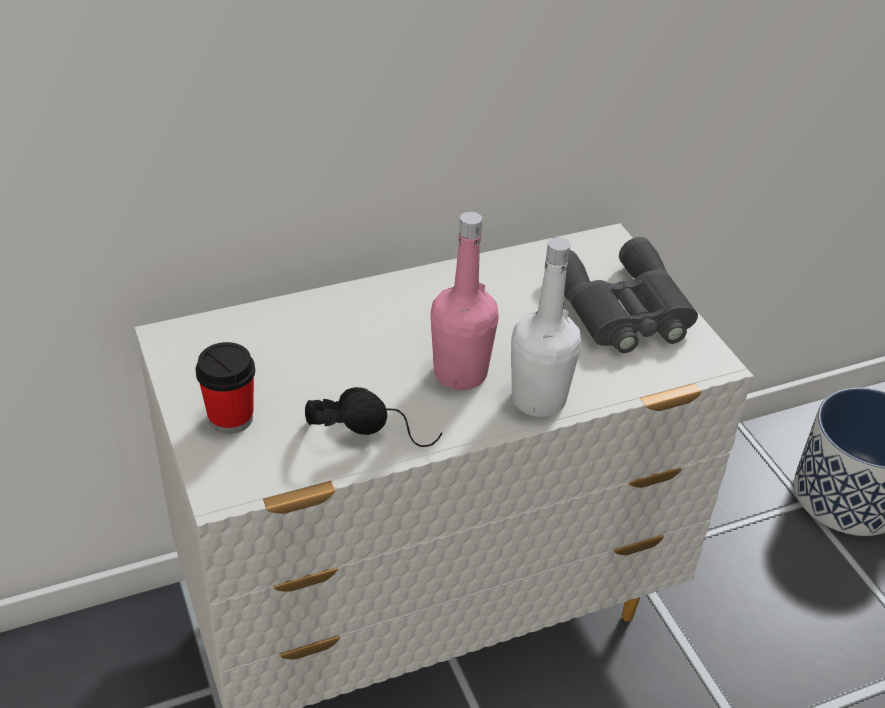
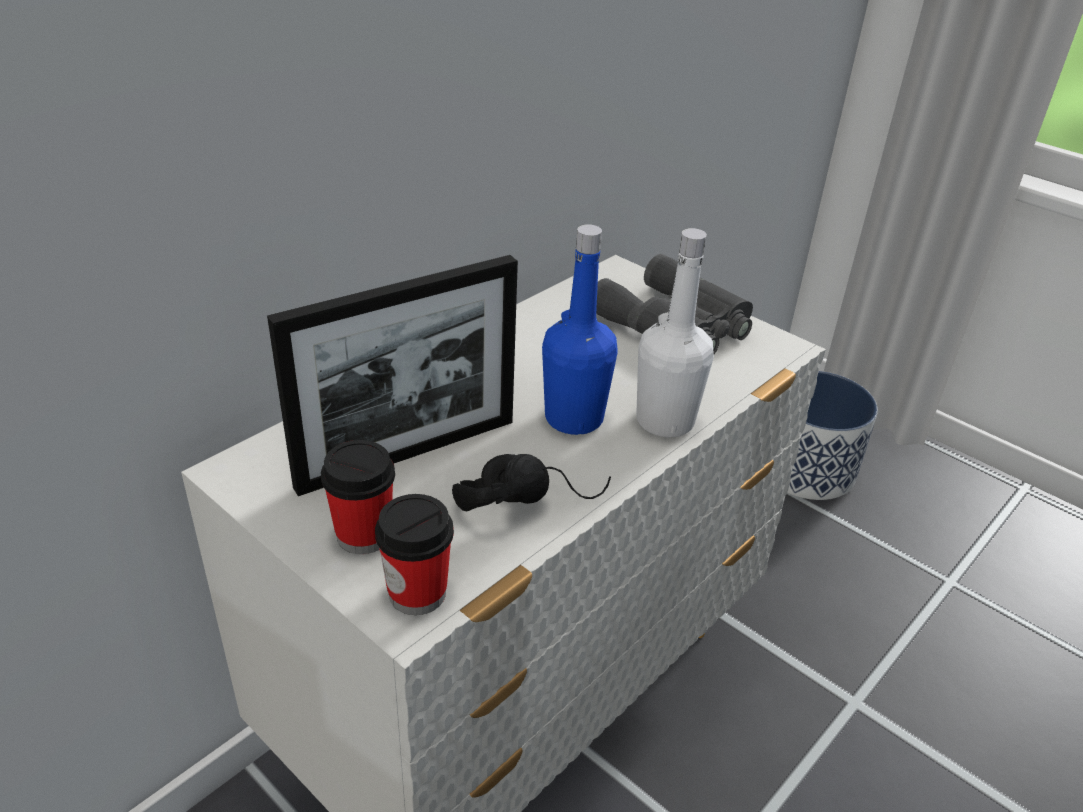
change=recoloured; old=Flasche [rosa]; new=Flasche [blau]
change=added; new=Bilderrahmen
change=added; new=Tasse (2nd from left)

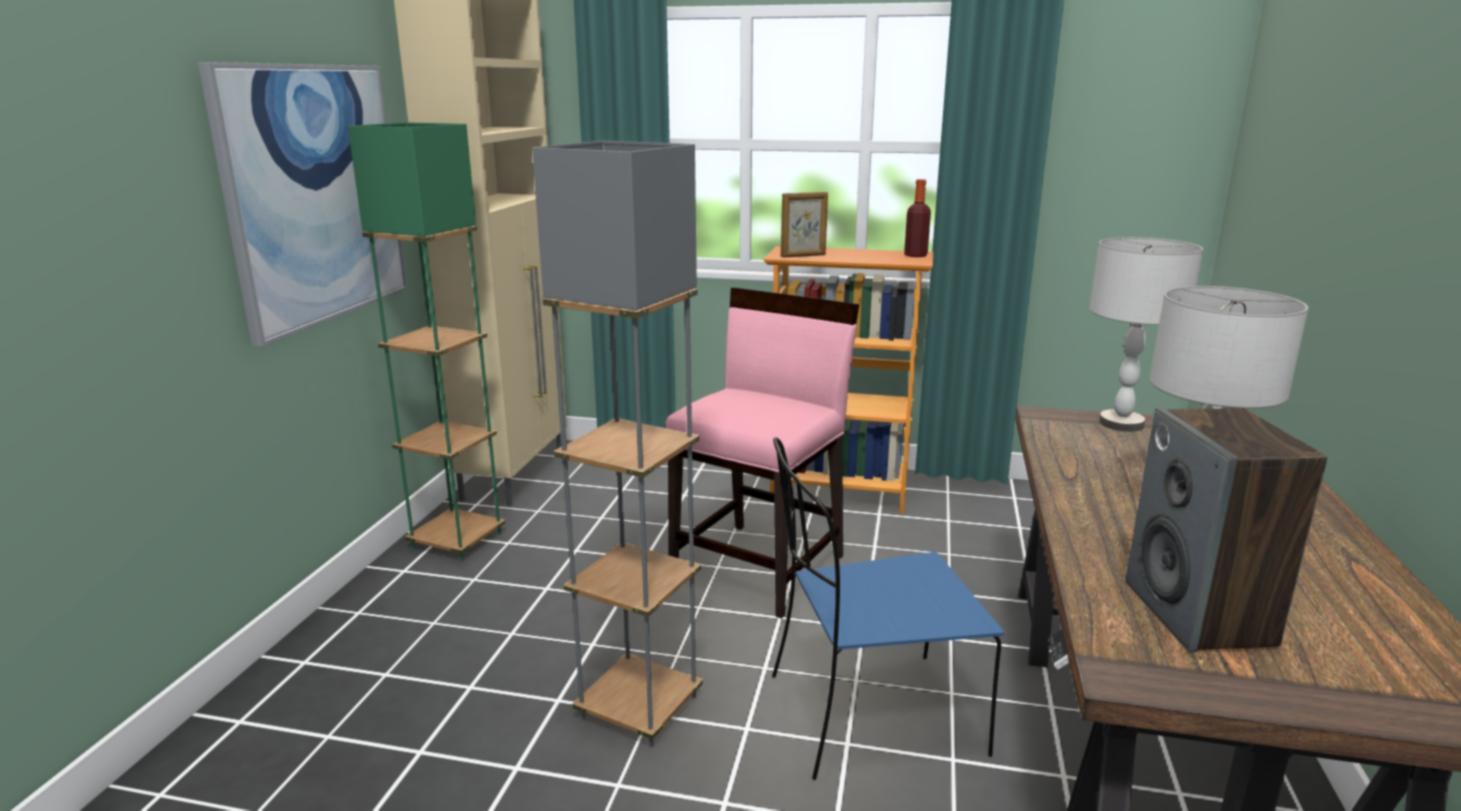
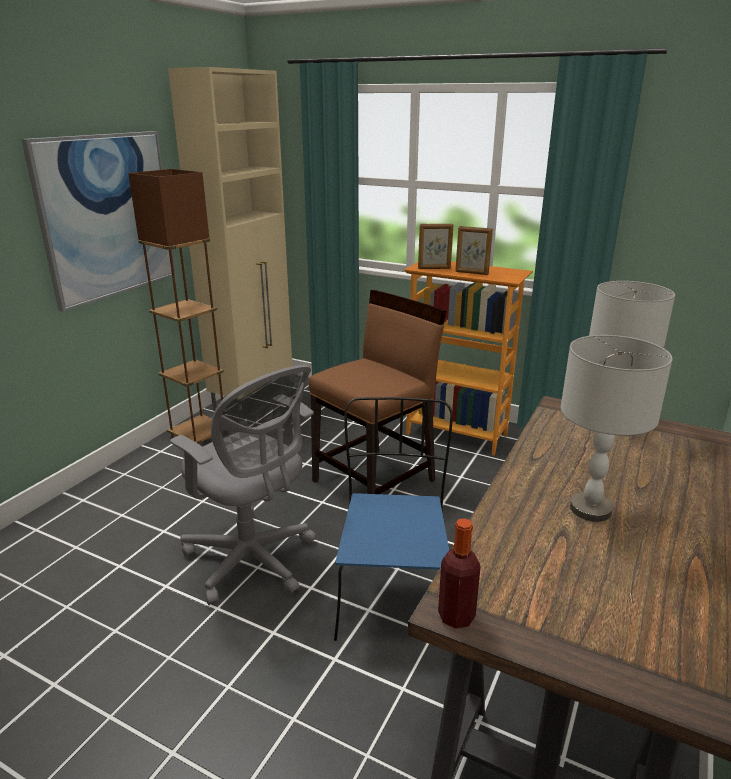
change=recoloured; old=Stehlampe [grün]; new=Stehlampe [braun]
change=replaced; old=Stehlampe [grau]; new=Bürostuhl [grau]
change=recoloured; old=Stuhl [rosa]; new=Stuhl [braun]
change=turned; old=Stuhl [blau]; degrees=90
change=moved; old=Flasche
change=removed; old=Lautsprecher
change=added; new=Bilderrahmen (2nd from left)

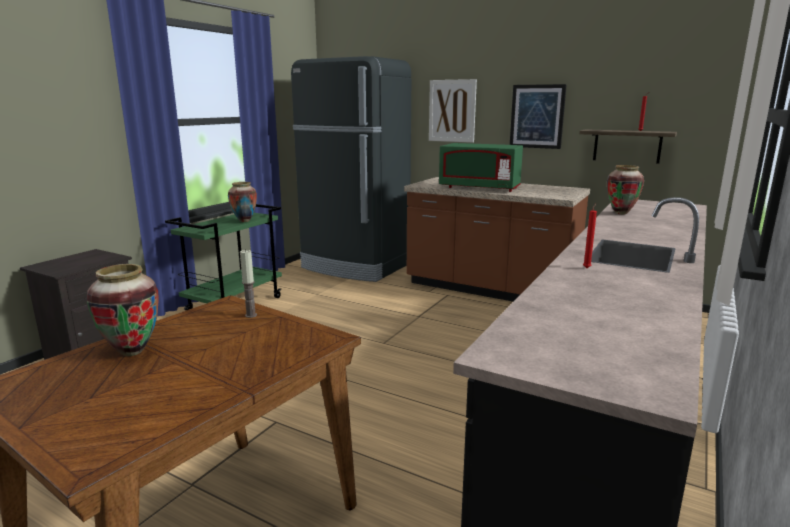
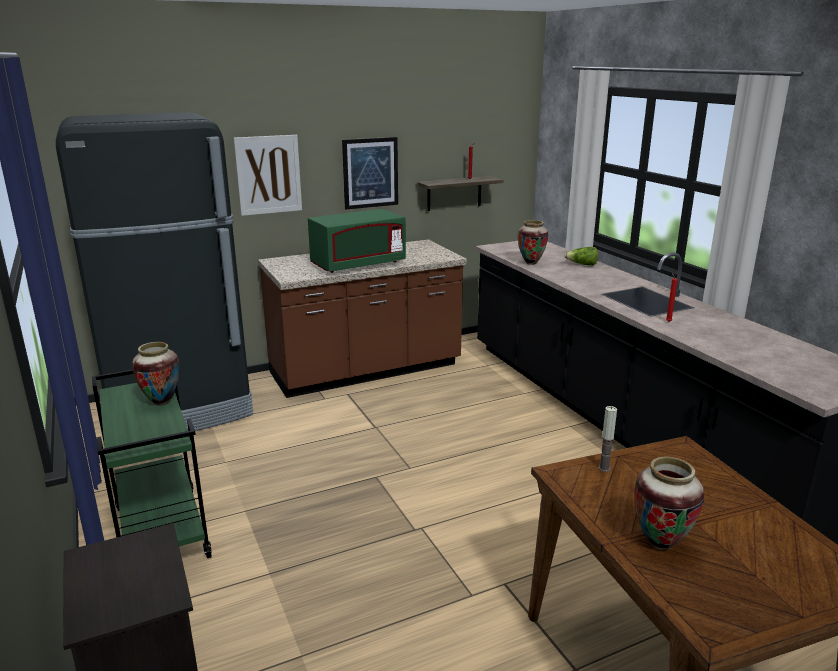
change=added; new=Salatkopf

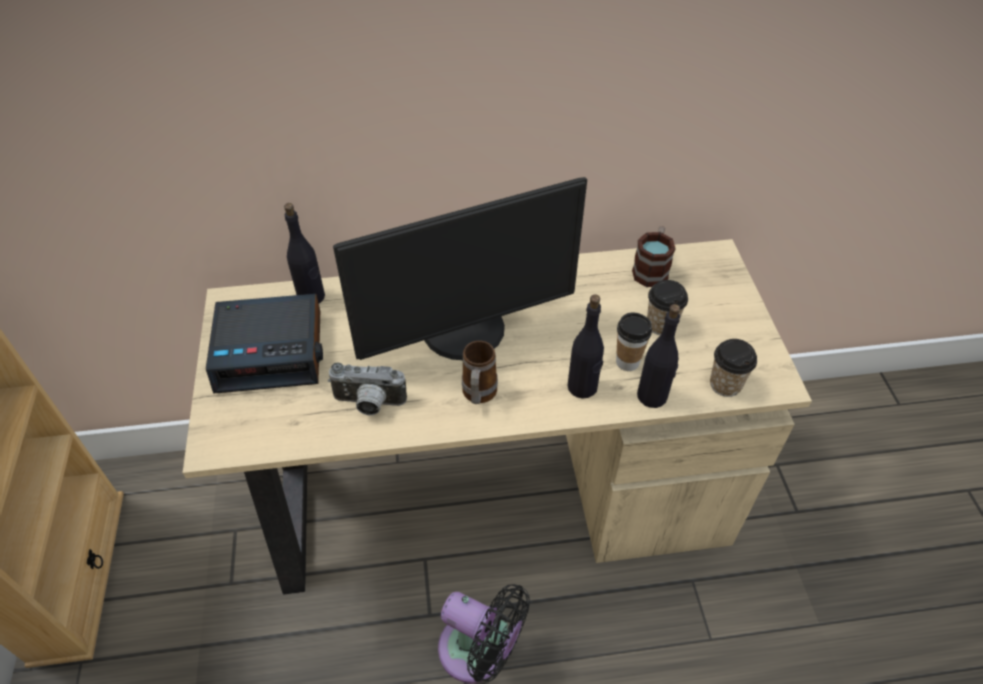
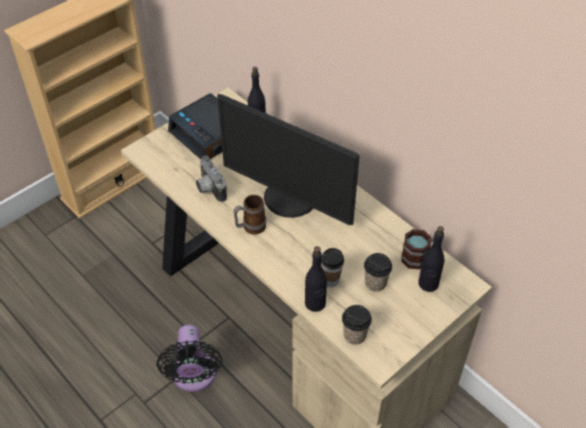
change=moved; old=Flasche [schwarz] (2nd from left in the first image); new=Flasche [schwarz] (3rd from left)

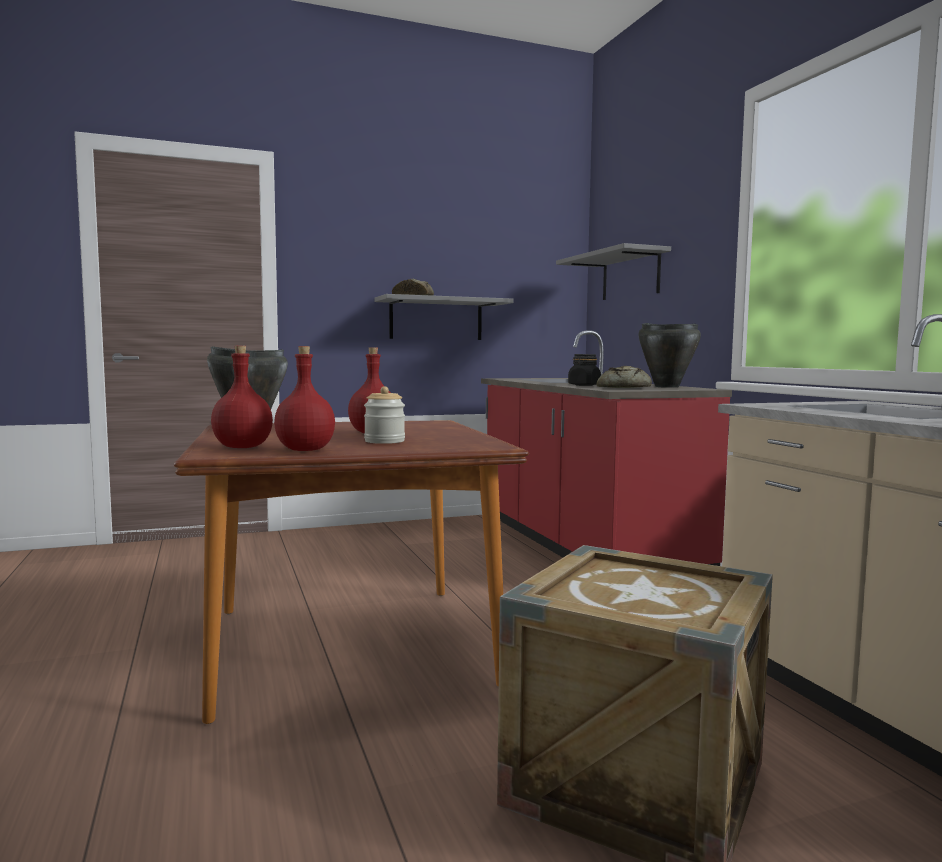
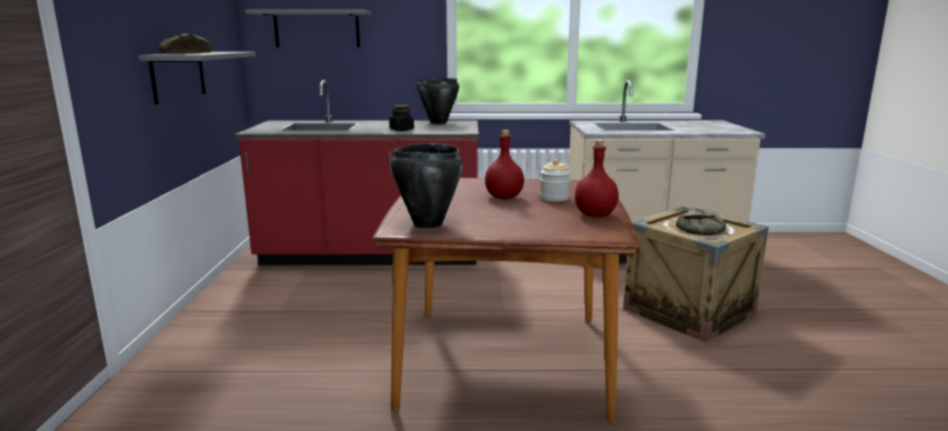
change=removed; old=Flasche [rot] (1st from left)
change=moved; old=Brot (2nd from left)

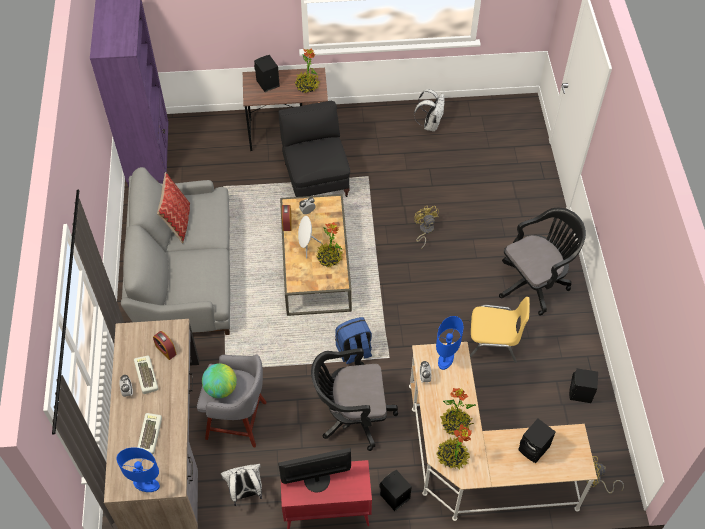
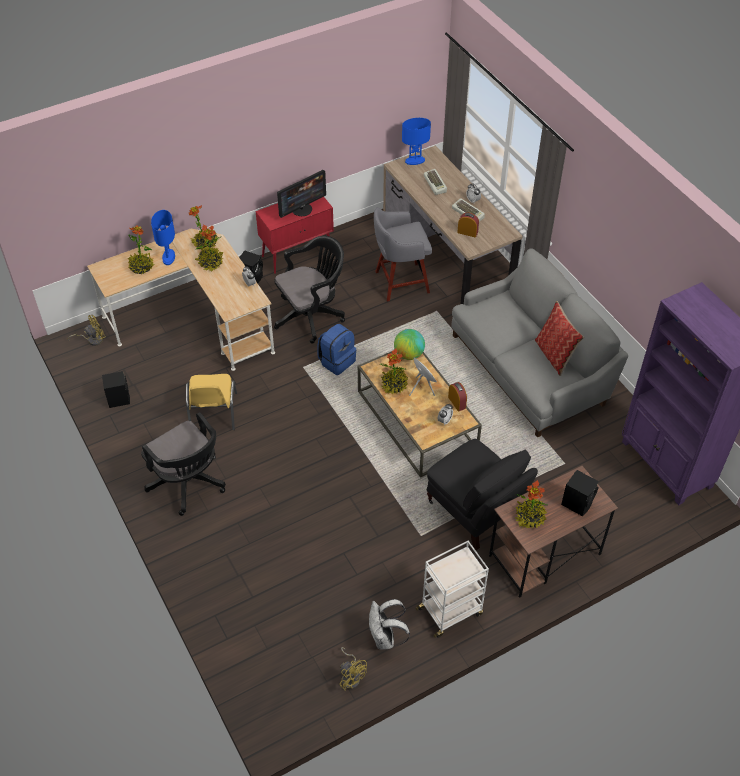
change=moved; old=Globus
change=removed; old=Rucksack [weiß] (1st from left)
change=moved; old=Ventilator [gelb] (1st from left in the first image); new=Ventilator [gelb] (2nd from left)
change=moved; old=Tischlampe [blau] (2nd from left in the first image); new=Tischlampe [blau] (1st from left)
change=turned; old=Stuhl [gelb]; degrees=-75
change=turned; old=Bürostuhl [schwarz] (2nd from left in the first image); degrees=-75
change=replaced; old=Lautsprecher [schwarz] (3rd from left); new=Topfpflanze (1st from left)
change=added; new=Rollwagen [weiß]

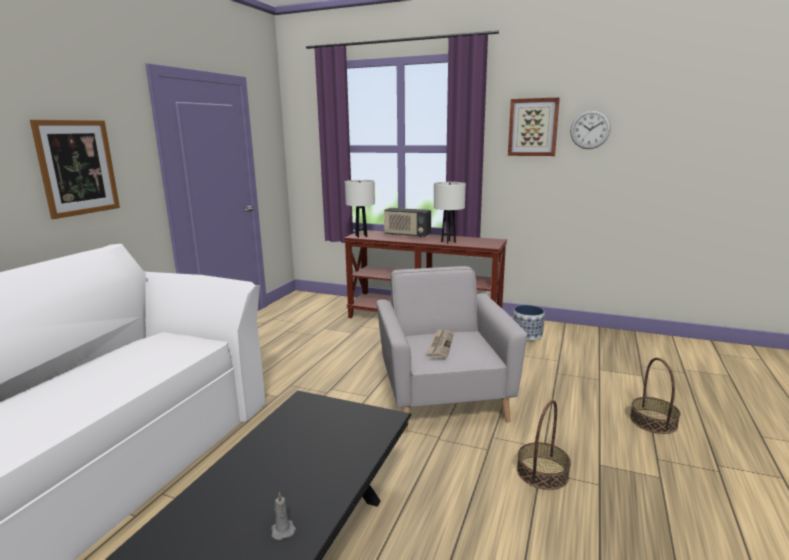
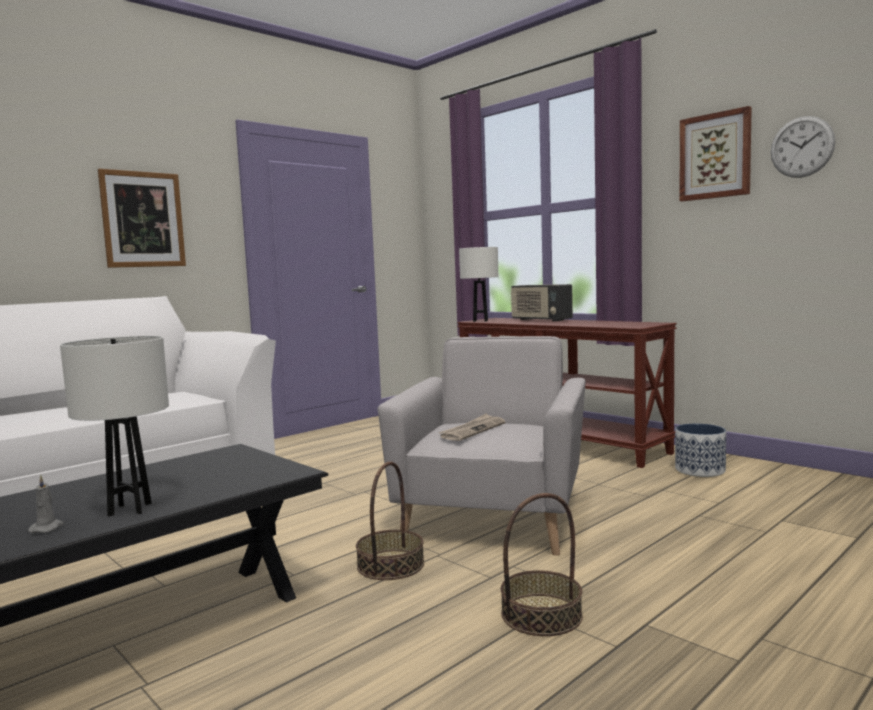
change=moved; old=Tischlampe [weiß] (2nd from left in the first image); new=Tischlampe [weiß] (1st from left)
change=moved; old=Korb (2nd from left in the first image); new=Korb (1st from left)

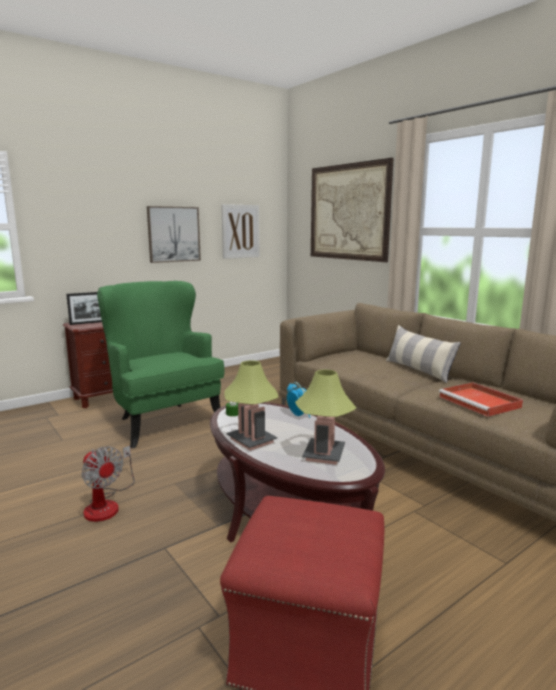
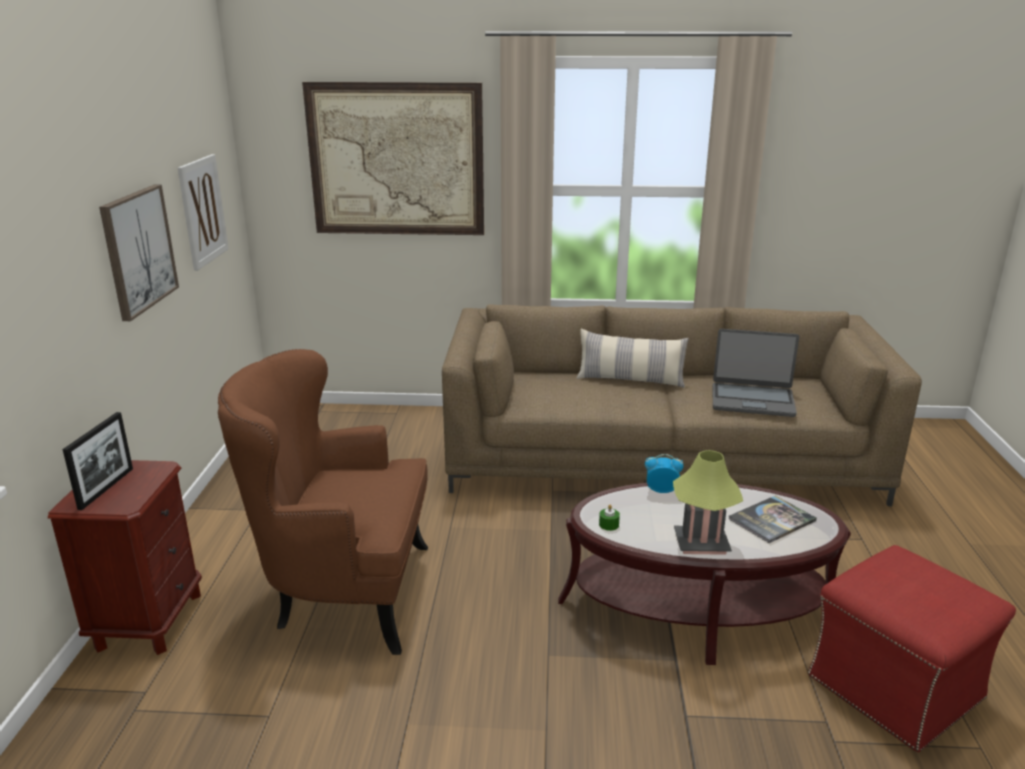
change=removed; old=Ventilator
change=recoloured; old=Sessel [grün]; new=Sessel [braun]
change=replaced; old=Tischlampe (2nd from left); new=Buch
change=replaced; old=Tablett [rot]; new=Laptop

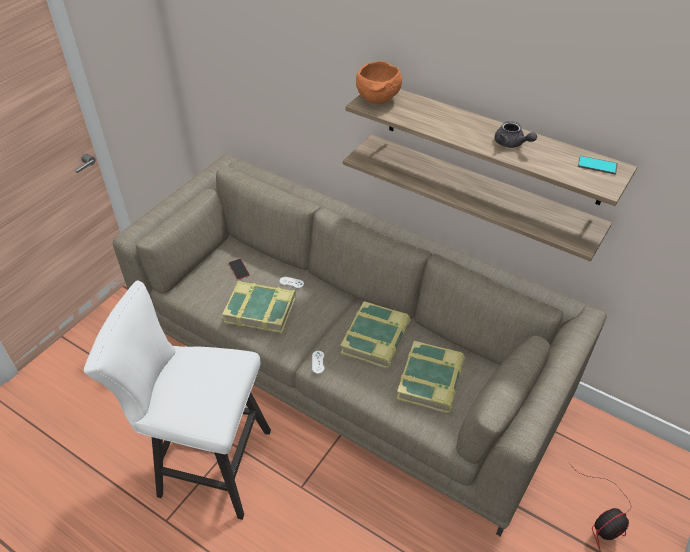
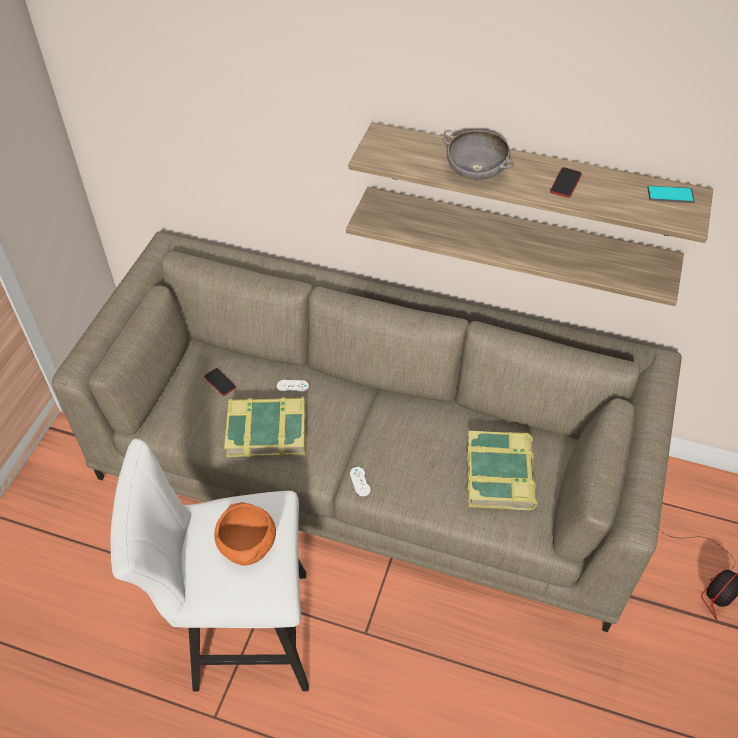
change=removed; old=Buch (2nd from left)
change=moved; old=Schüssel [orange]
change=replaced; old=Teekanne [grau]; new=Handy (2nd from left)
change=added; new=Schüssel [grau]

